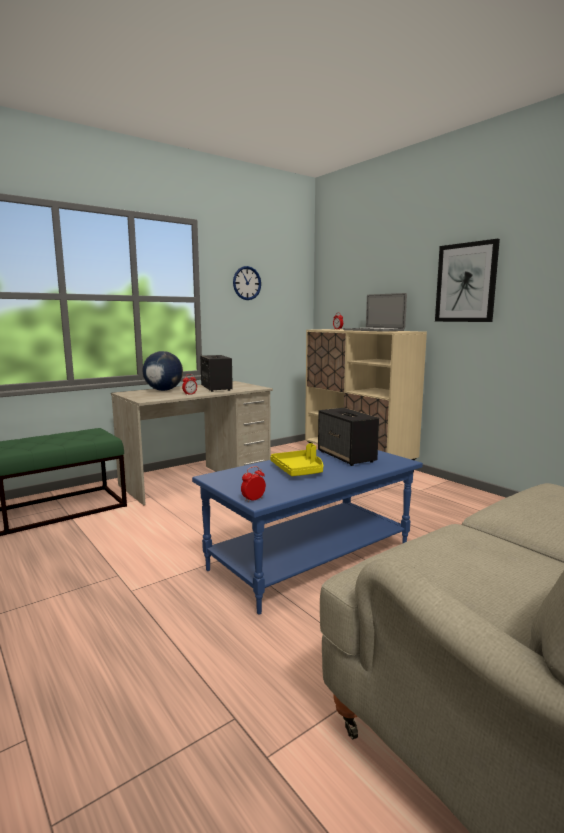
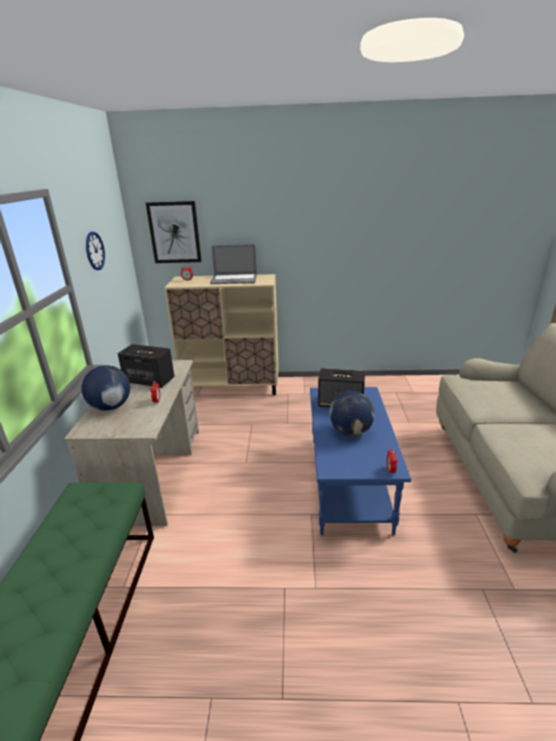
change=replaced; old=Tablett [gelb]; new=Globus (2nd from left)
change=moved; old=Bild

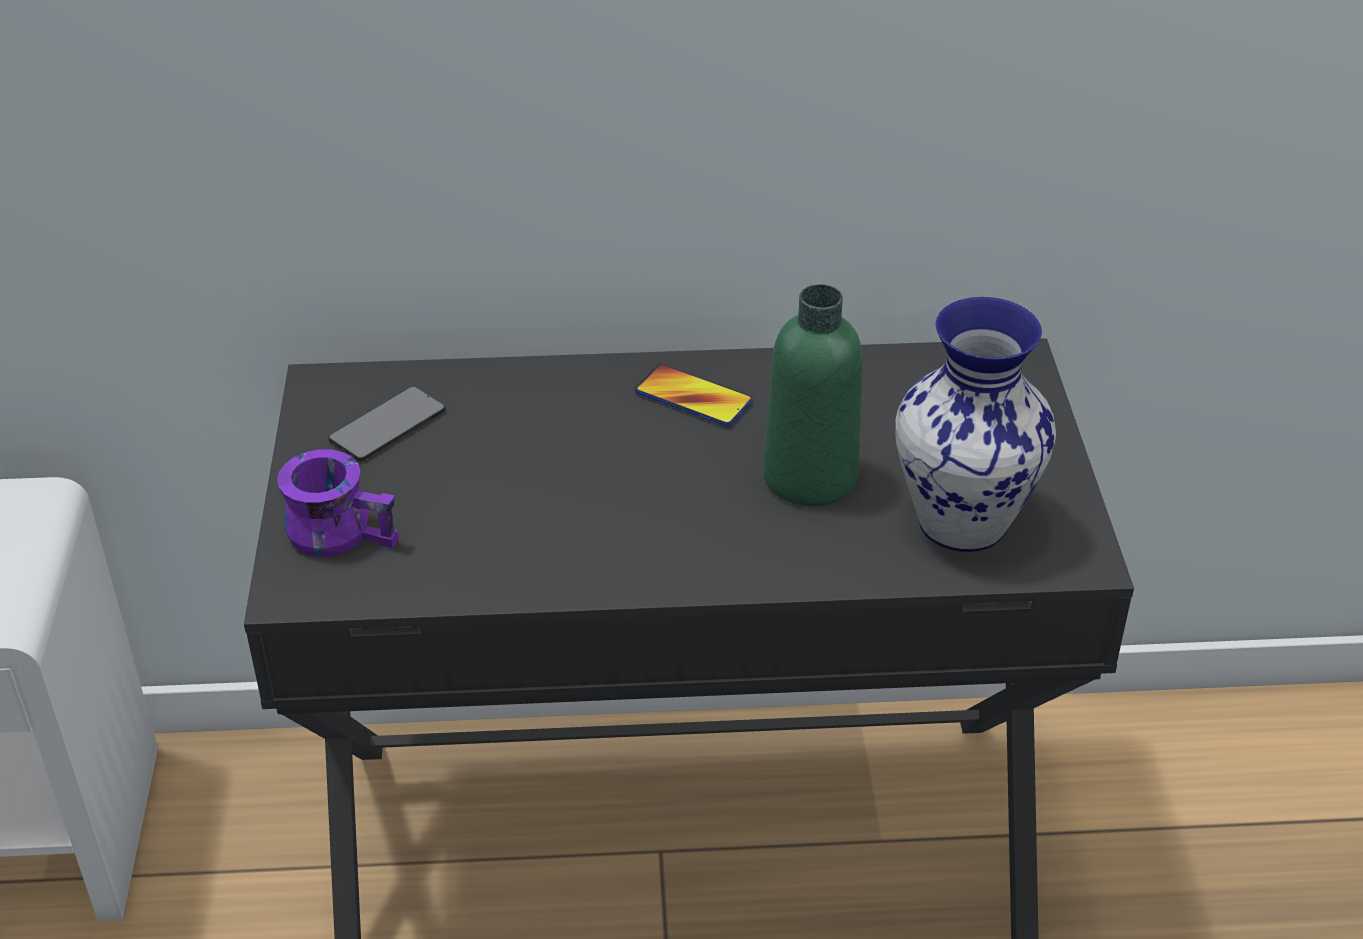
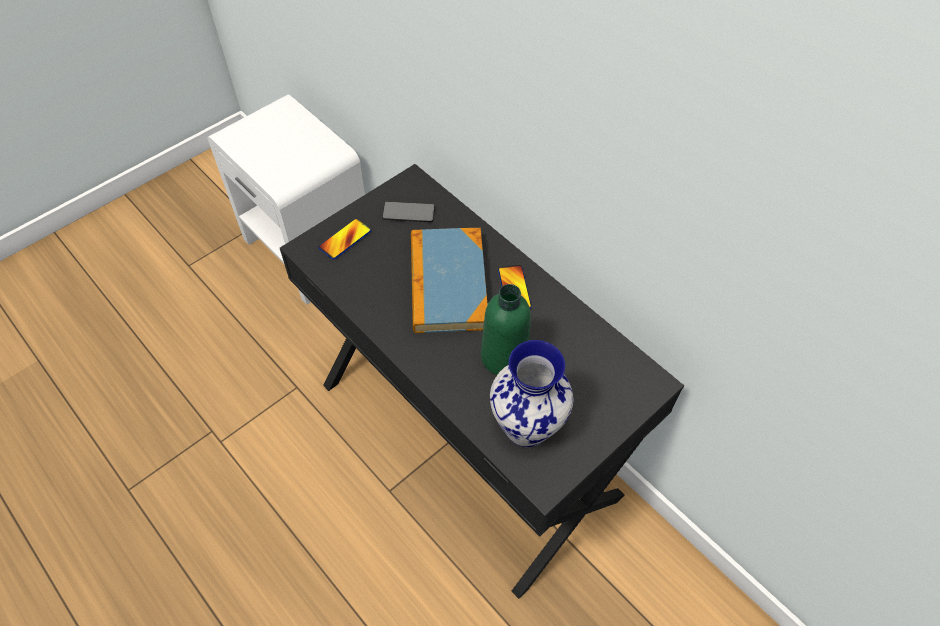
change=replaced; old=Henkelbecher [lila]; new=Handy (1st from left)
change=added; new=Buch

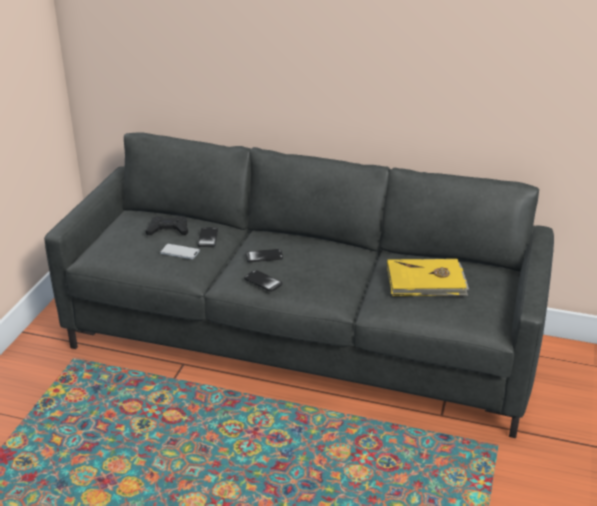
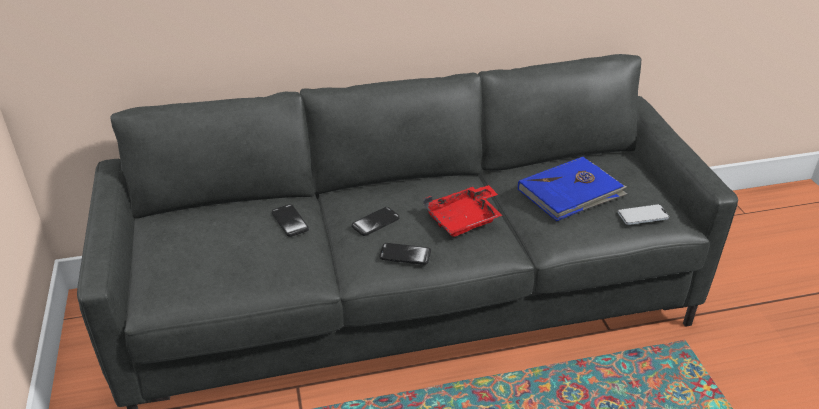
change=removed; old=Gamepad [schwarz]
change=moved; old=Handy (1st from left in the first image); new=Handy (4th from left)
change=recoloured; old=Buch [gelb]; new=Buch [blau]
change=added; new=Tablett [rot]

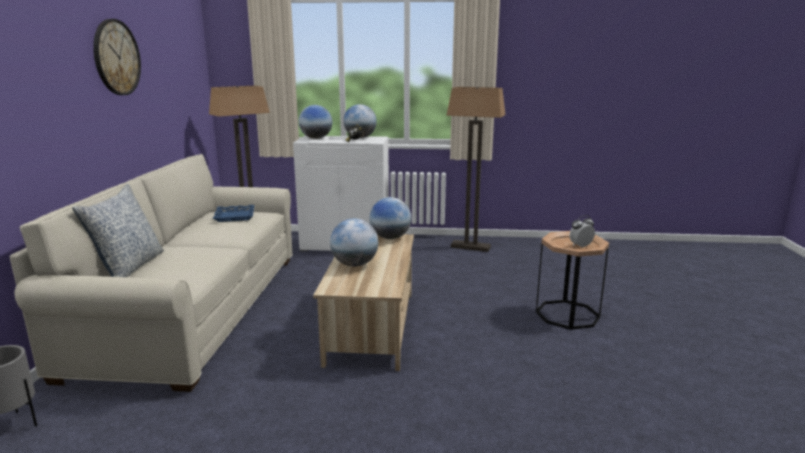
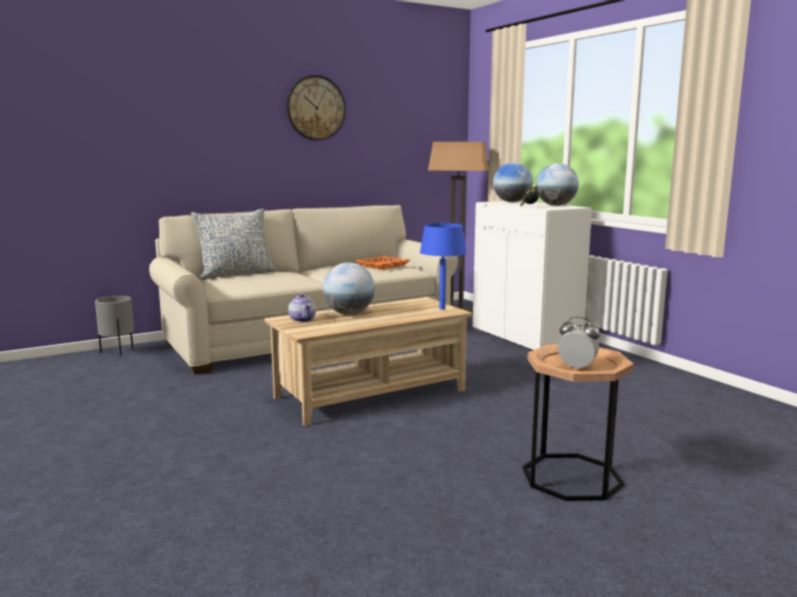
change=recoloured; old=Tablett [blau]; new=Tablett [orange]
change=replaced; old=Globus (4th from left); new=Tischlampe [blau]
change=removed; old=Stehlampe (2nd from left)
change=added; new=Teekanne

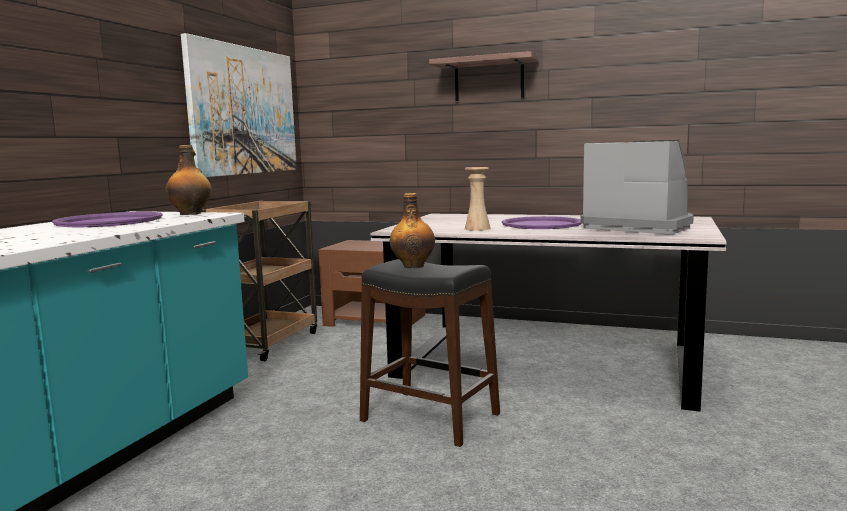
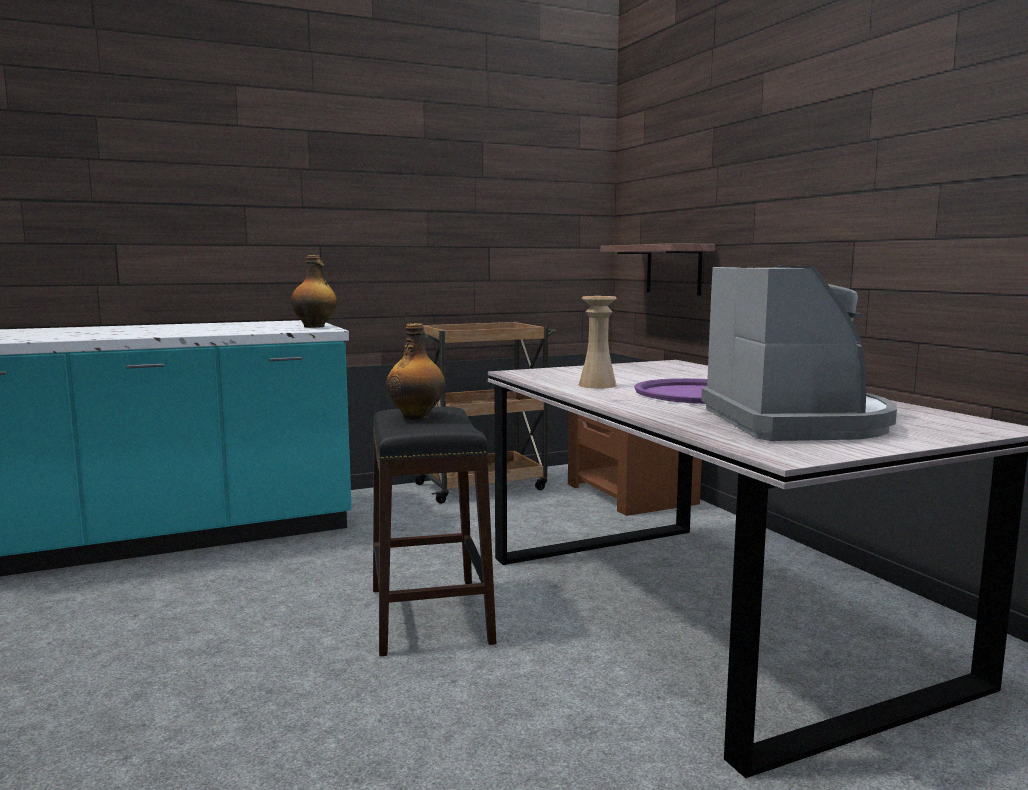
change=removed; old=Tablett [lila] (1st from left)
change=removed; old=Bild
change=moved; old=Wandregal

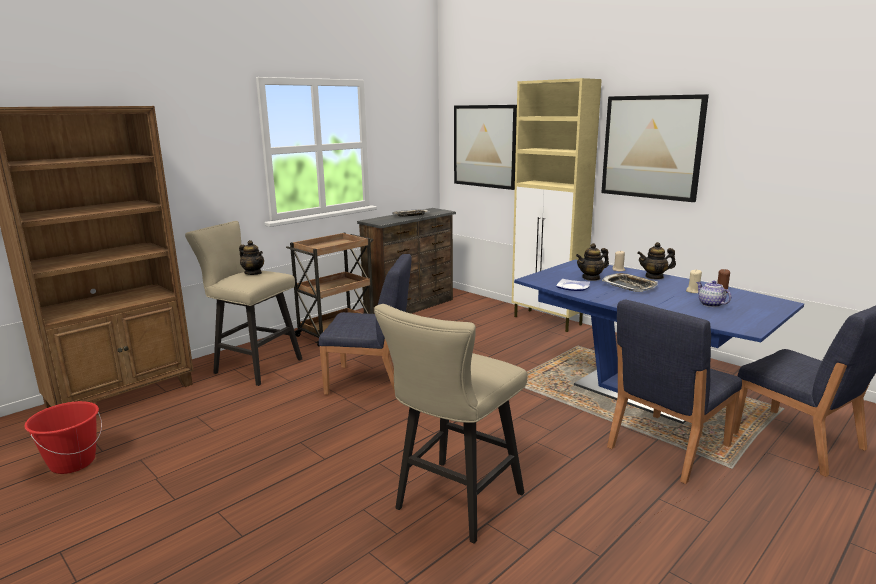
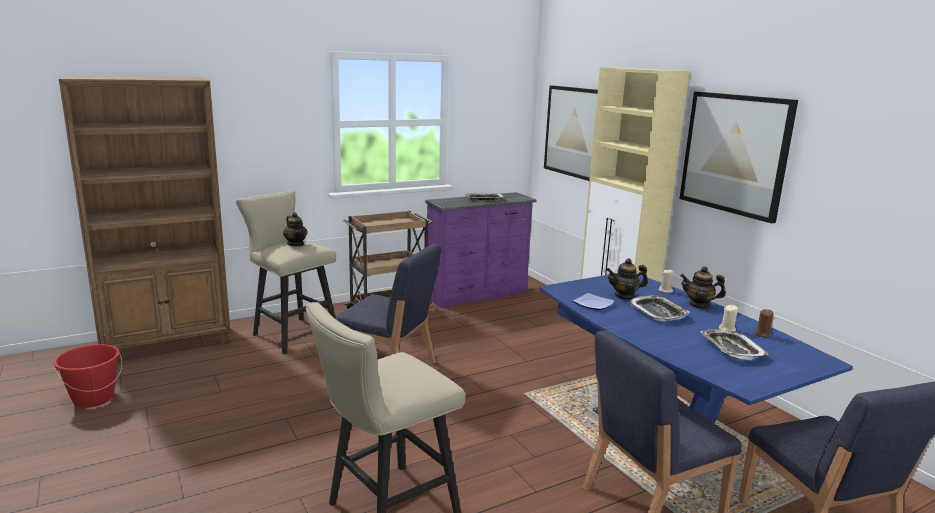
change=recoloured; old=Kommode [braun]; new=Kommode [lila]
change=replaced; old=Teekanne (4th from left); new=Tablett (3rd from left)

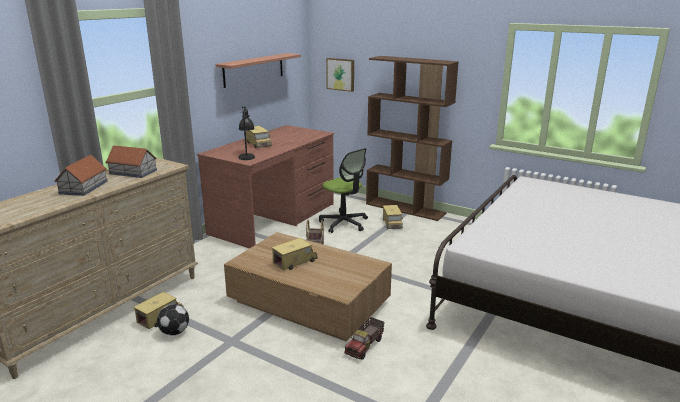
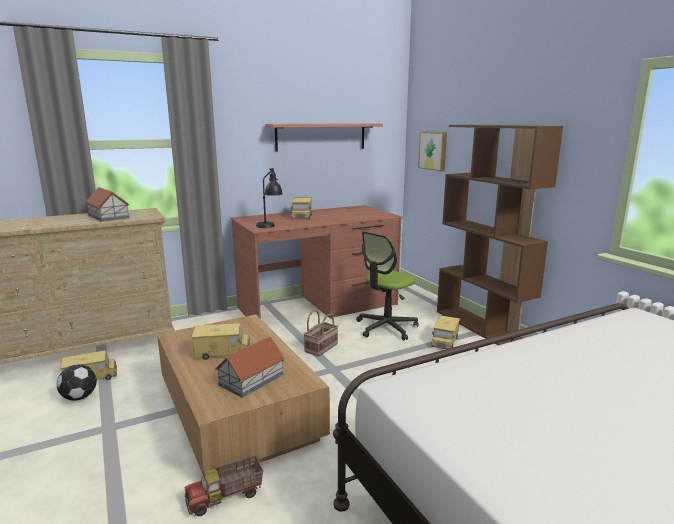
change=moved; old=Spielzeughaus (1st from left in the first image); new=Spielzeughaus (2nd from left)
change=turned; old=Bürostuhl; degrees=60

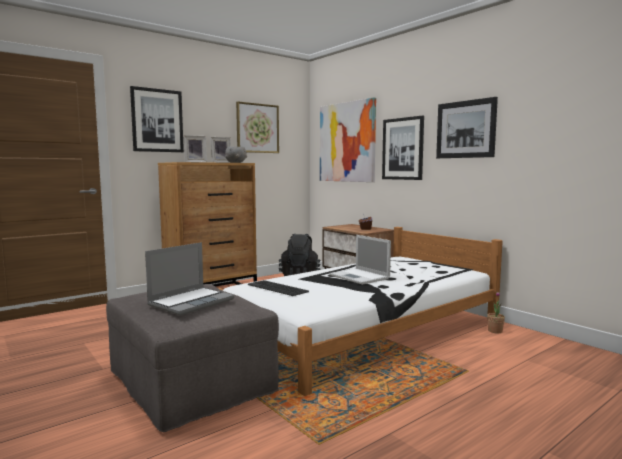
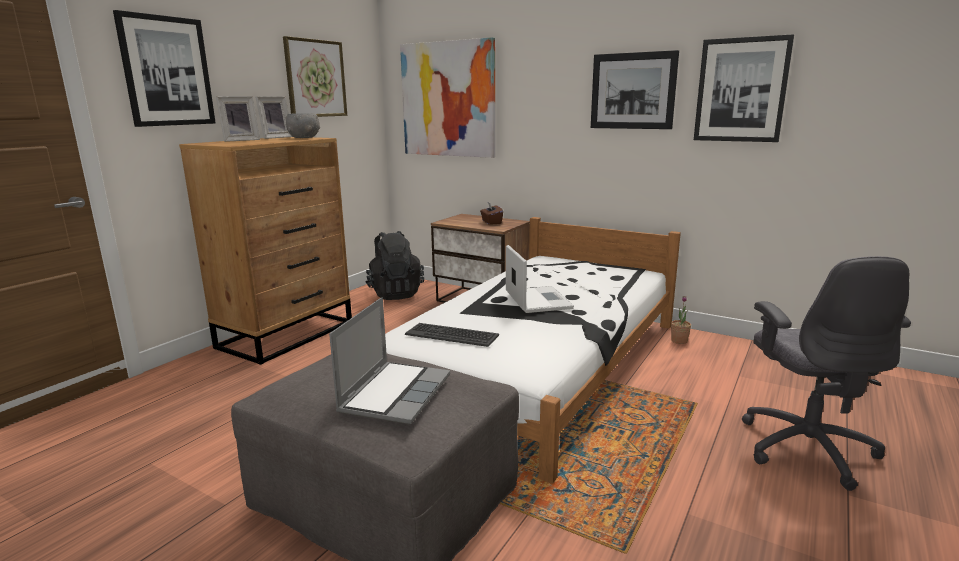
change=turned; old=Laptop (2nd from left); degrees=-135
change=moved; old=Bild (4th from left in the first image); new=Bild (5th from left)
change=added; new=Bürostuhl [grau]

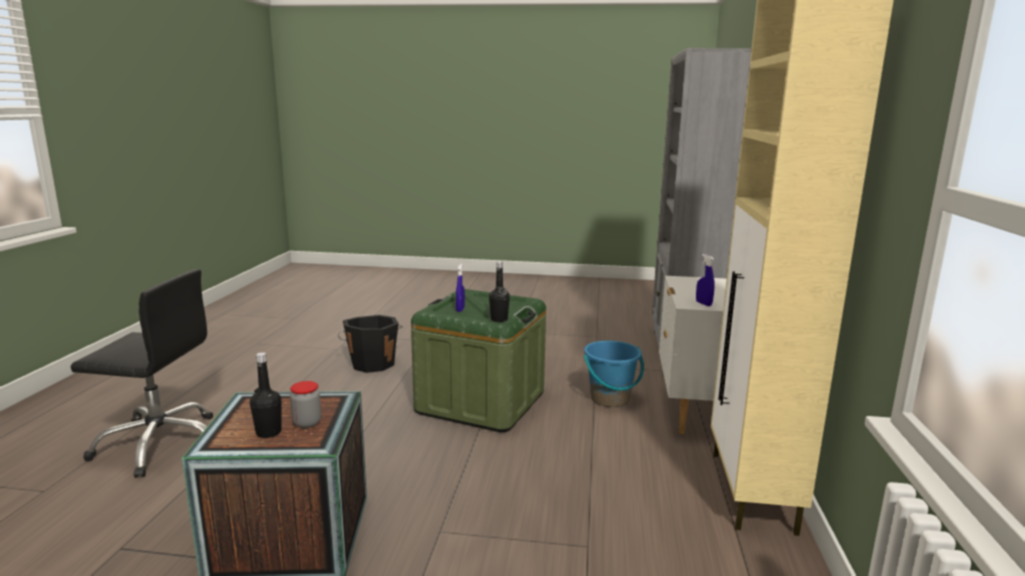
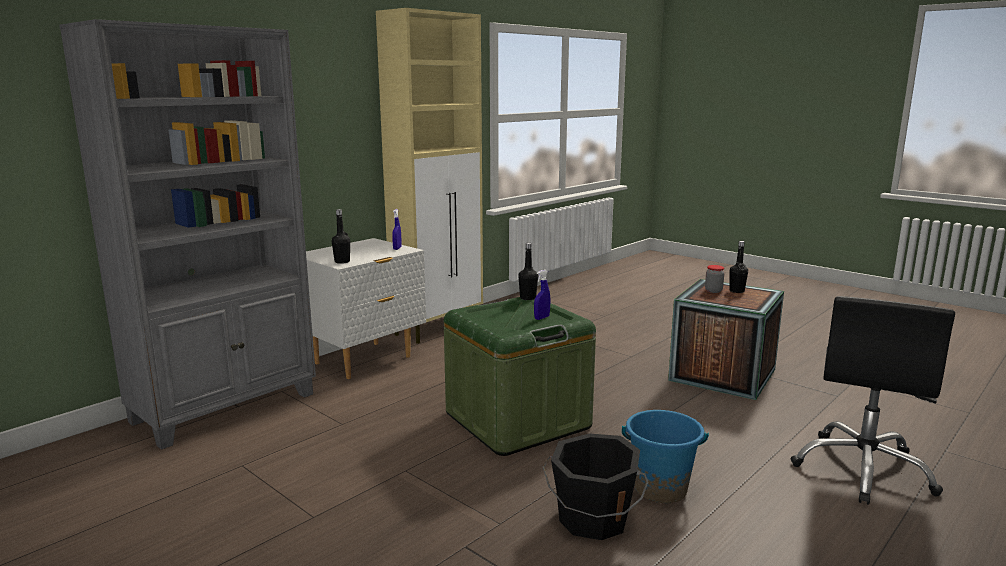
change=turned; old=Bürostuhl [schwarz]; degrees=-105
change=moved; old=Eimer [blau]
change=added; new=Flasche [schwarz] (1st from left)

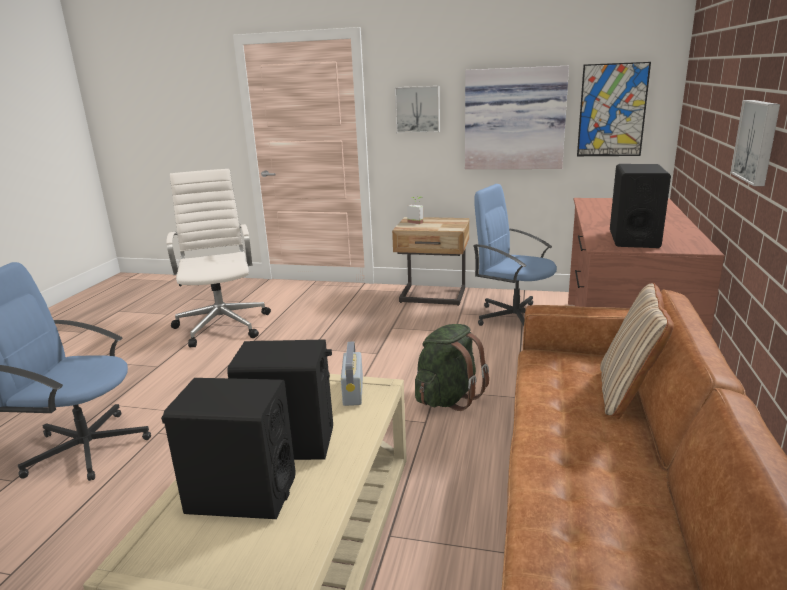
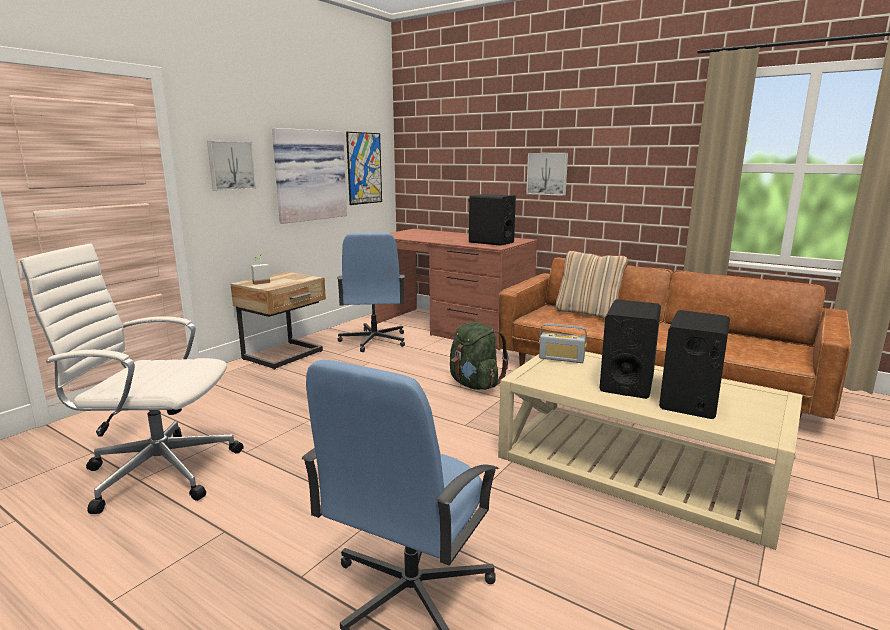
change=turned; old=Bürostuhl [blau] (2nd from left in the first image); degrees=-60

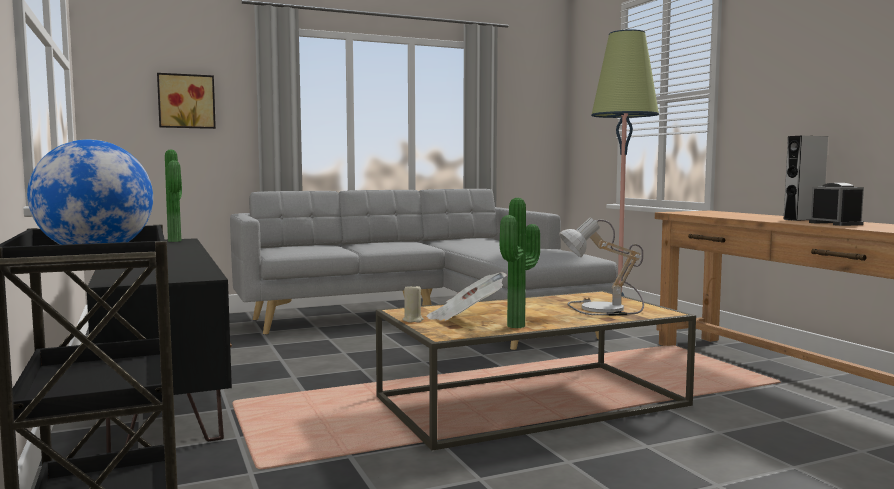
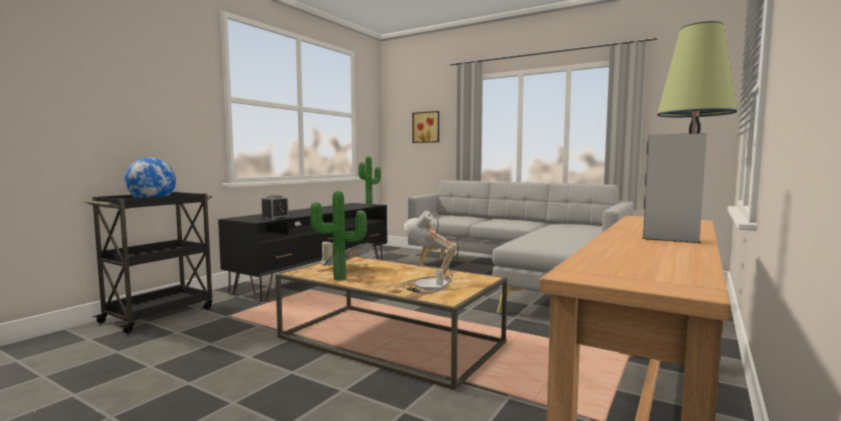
change=moved; old=Wecker

